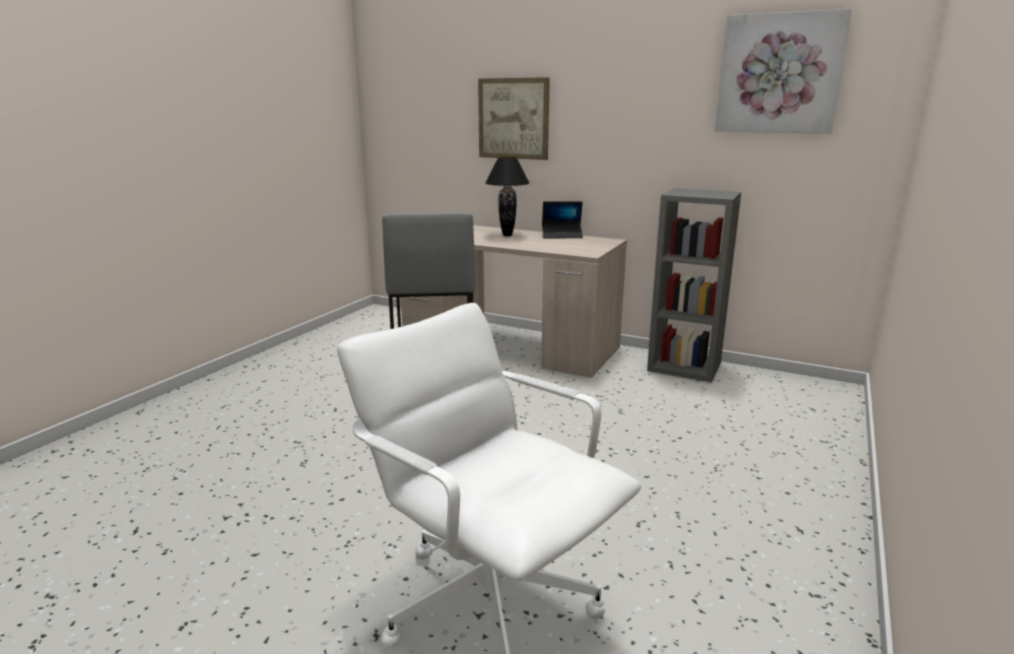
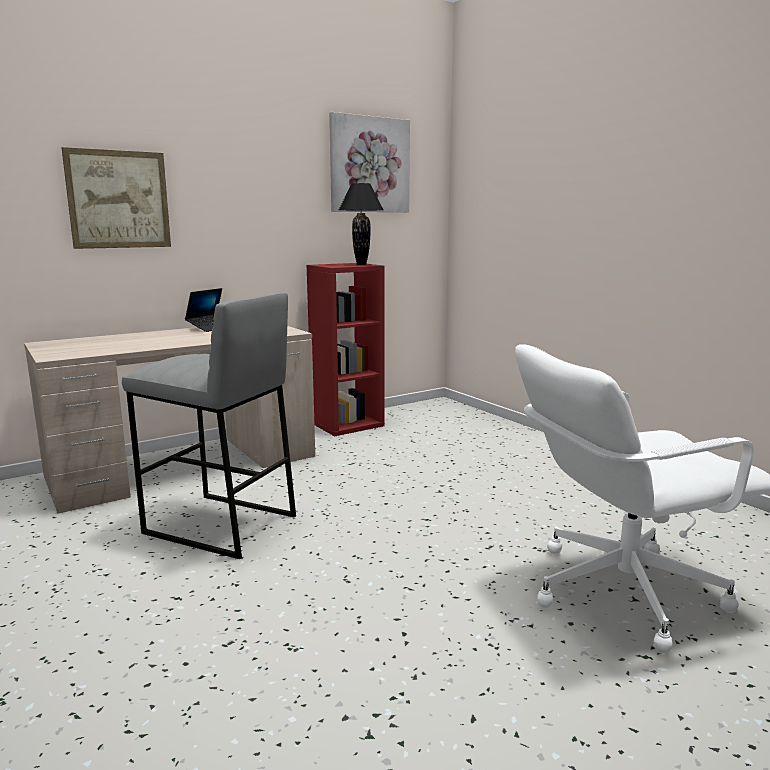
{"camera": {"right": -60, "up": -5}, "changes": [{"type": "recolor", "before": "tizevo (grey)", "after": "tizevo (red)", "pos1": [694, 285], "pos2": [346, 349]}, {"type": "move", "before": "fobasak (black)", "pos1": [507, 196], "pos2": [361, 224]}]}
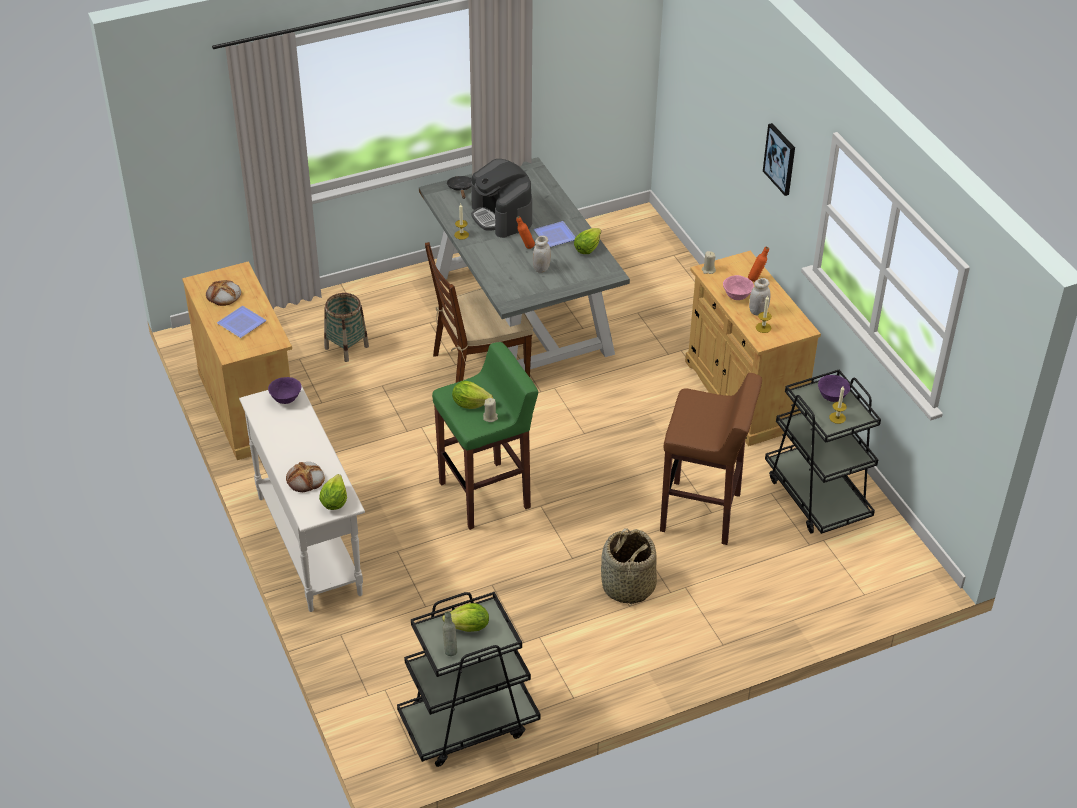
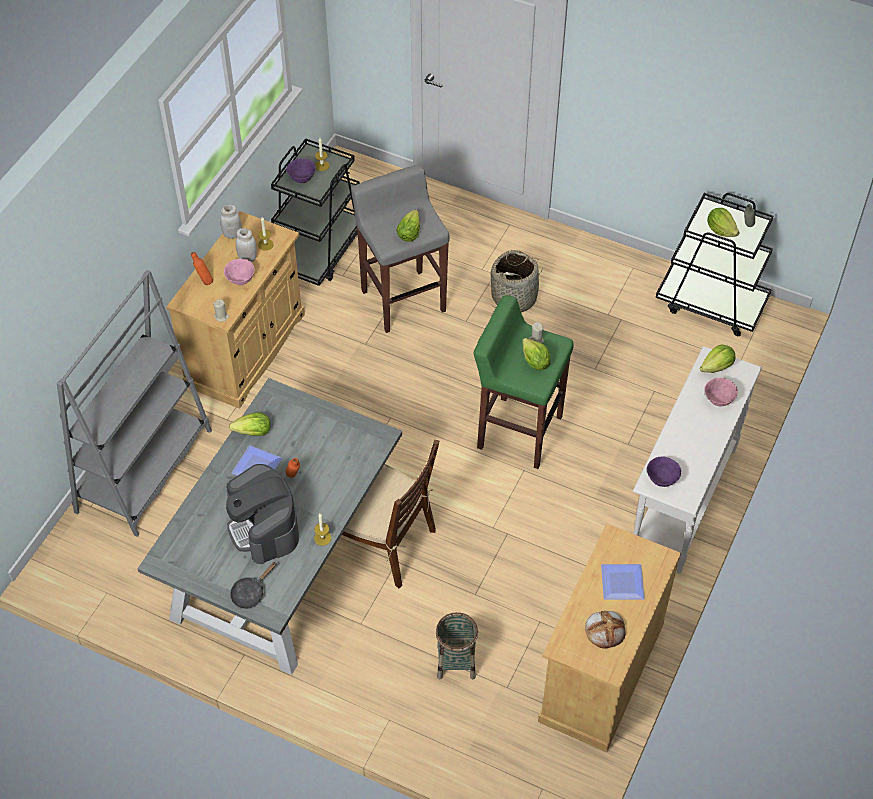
{"camera": {"right": -130, "up": 10}, "changes": [{"type": "insert", "after": "tizevo (grey)", "pos2": [134, 403]}, {"type": "move", "before": "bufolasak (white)", "pos1": [542, 254], "pos2": [231, 221]}, {"type": "rotate", "before": "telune", "pos1": [501, 198], "pos2": [262, 514], "turn": 135}, {"type": "recolor", "before": "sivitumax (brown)", "after": "sivitumax (grey)", "pos1": [711, 459], "pos2": [400, 249]}, {"type": "insert", "after": "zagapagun", "pos2": [408, 226]}, {"type": "replace", "before": "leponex", "after": "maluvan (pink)", "pos1": [305, 477], "pos2": [721, 392]}, {"type": "delete", "before": "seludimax", "pos1": [779, 159]}]}
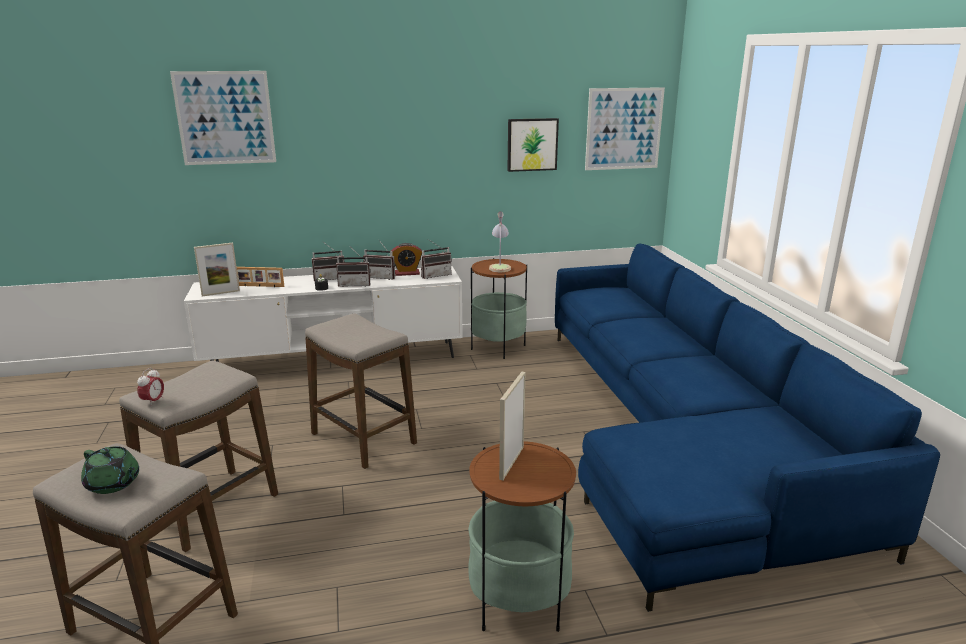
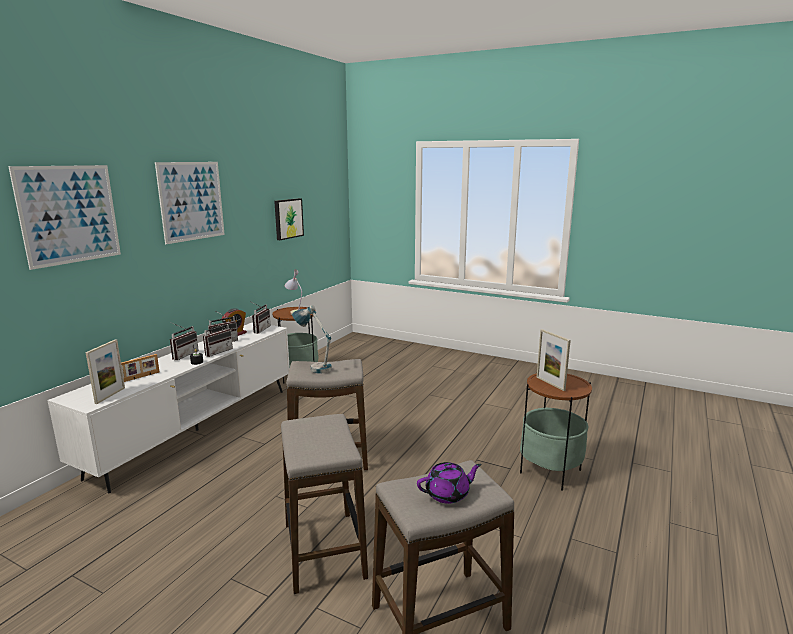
{"camera": {"right": -50, "up": -5}, "changes": [{"type": "move", "before": "seludimax", "pos1": [625, 128], "pos2": [190, 203]}, {"type": "insert", "after": "fobasak", "pos2": [312, 339]}, {"type": "recolor", "before": "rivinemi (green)", "after": "rivinemi (purple)", "pos1": [110, 470], "pos2": [449, 483]}, {"type": "delete", "before": "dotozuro", "pos1": [150, 386]}, {"type": "delete", "before": "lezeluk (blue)", "pos1": [747, 427]}]}
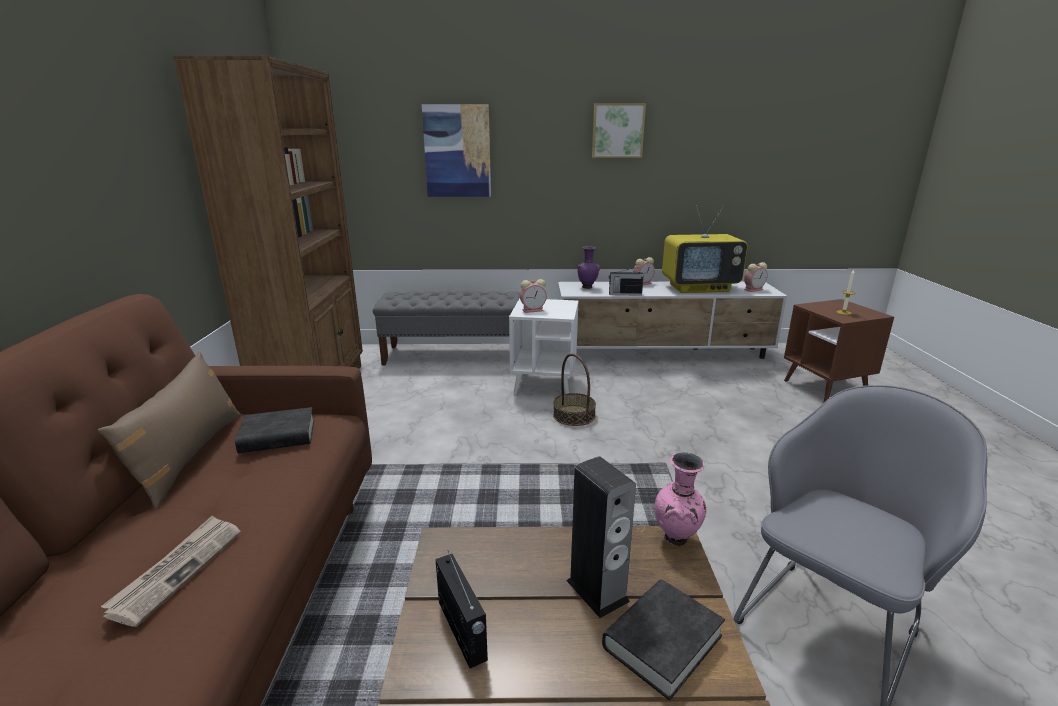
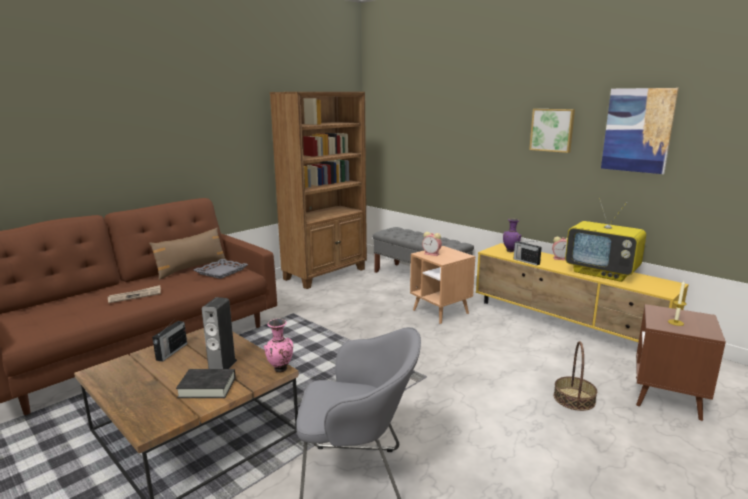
{"camera": {"right": 45, "up": -5}, "changes": [{"type": "replace", "before": "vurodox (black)", "after": "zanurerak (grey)", "pos1": [274, 430], "pos2": [221, 269]}, {"type": "recolor", "before": "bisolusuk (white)", "after": "bisolusuk (brown)", "pos1": [543, 346], "pos2": [442, 285]}, {"type": "recolor", "before": "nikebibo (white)", "after": "nikebibo (yellow)", "pos1": [672, 320], "pos2": [582, 292]}, {"type": "move", "before": "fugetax", "pos1": [574, 390], "pos2": [575, 376]}, {"type": "move", "before": "seludimax", "pos1": [456, 150], "pos2": [640, 131]}, {"type": "delete", "before": "dotozuro", "pos1": [756, 277]}]}
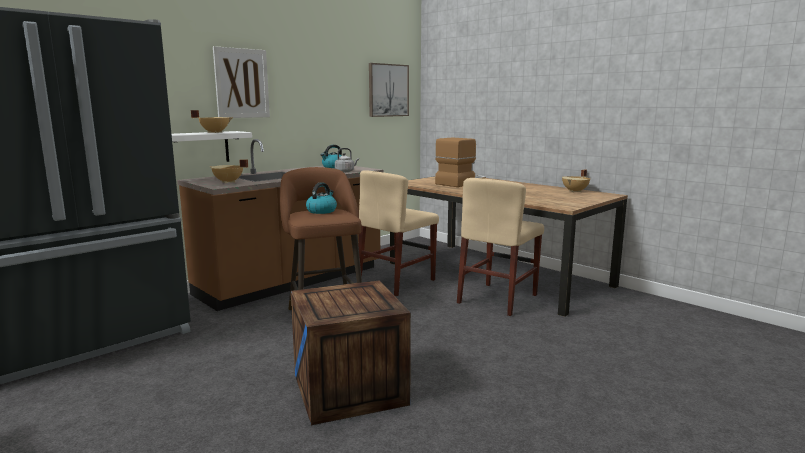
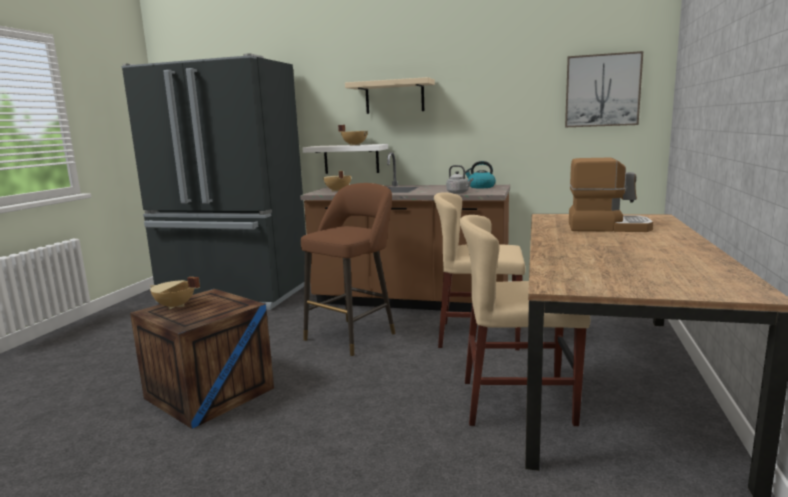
{"camera": {"right": 60, "up": 0}, "changes": [{"type": "move", "before": "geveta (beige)", "pos1": [576, 180], "pos2": [175, 293]}, {"type": "replace", "before": "seludimax", "after": "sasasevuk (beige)", "pos1": [241, 82], "pos2": [390, 95]}, {"type": "delete", "before": "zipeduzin", "pos1": [321, 198]}]}
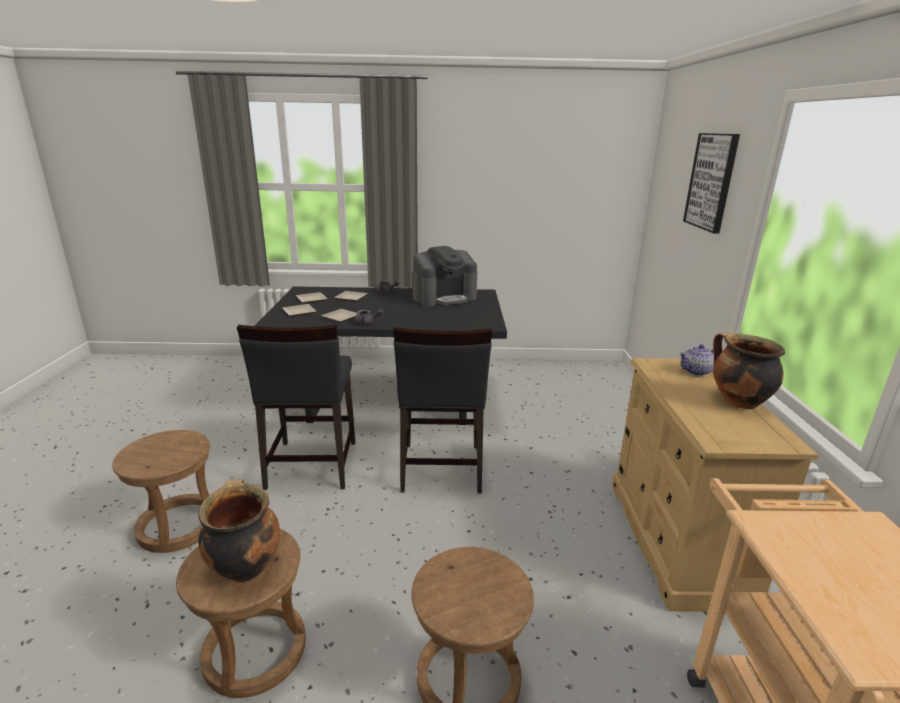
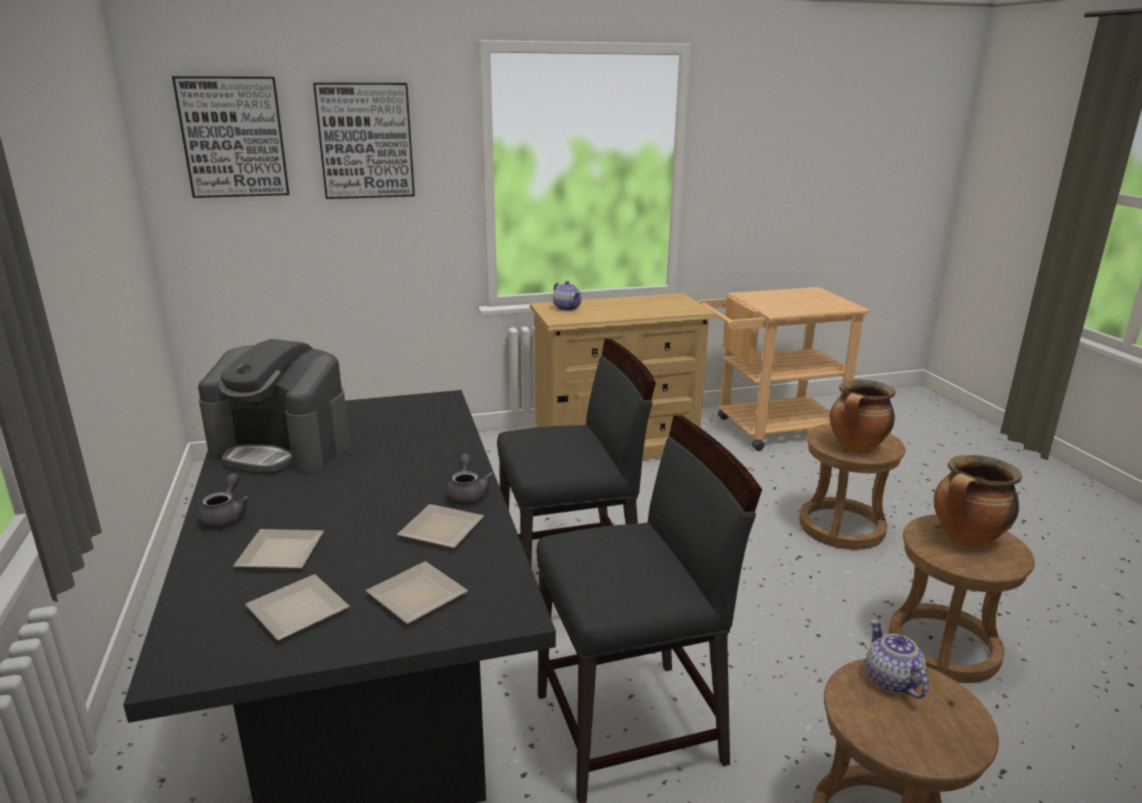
{"camera": {"right": -105, "up": 0}, "changes": [{"type": "insert", "after": "seludimax", "pos2": [230, 137]}, {"type": "rotate", "before": "telune", "pos1": [445, 276], "pos2": [274, 406], "turn": 150}, {"type": "move", "before": "geveta", "pos1": [749, 370], "pos2": [862, 416]}, {"type": "insert", "after": "rivinemi", "pos2": [897, 659]}]}
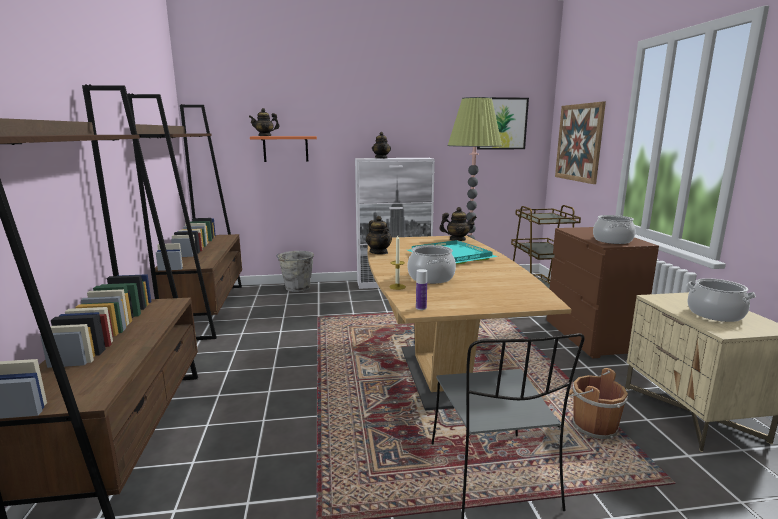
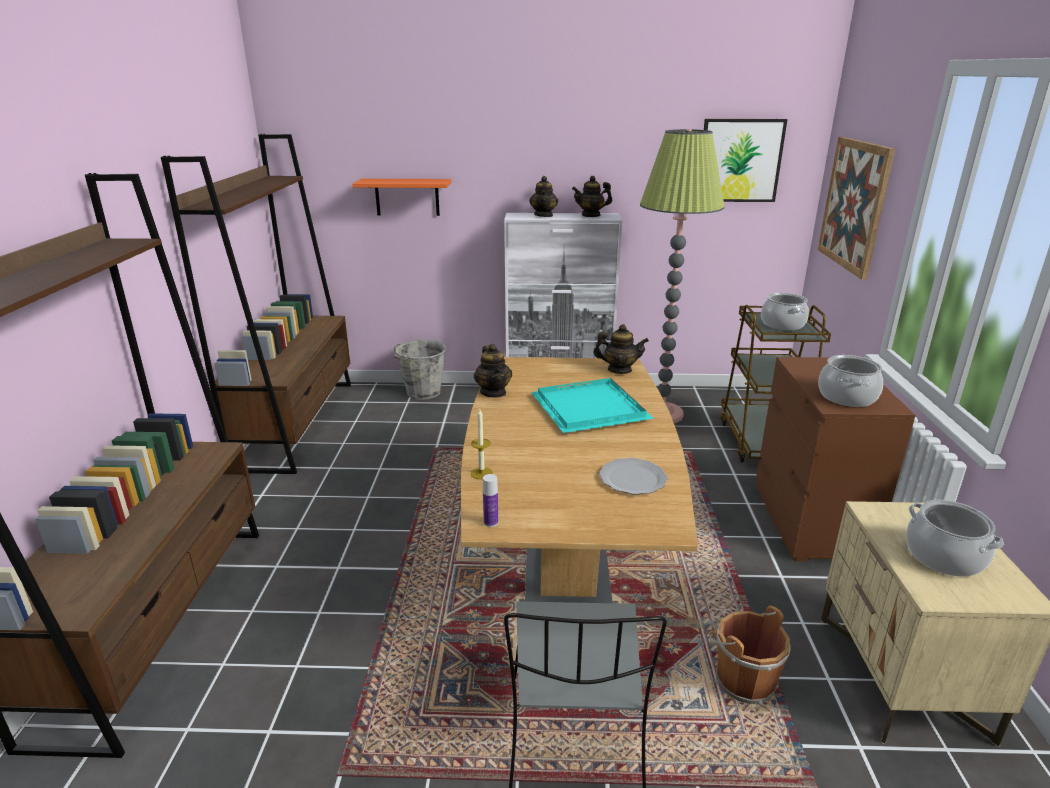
{"camera": {"right": 10, "up": 10}, "changes": [{"type": "move", "before": "rivinemi", "pos1": [264, 122], "pos2": [592, 196]}, {"type": "insert", "after": "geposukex", "pos2": [633, 476]}, {"type": "move", "before": "geveta", "pos1": [432, 264], "pos2": [785, 311]}]}
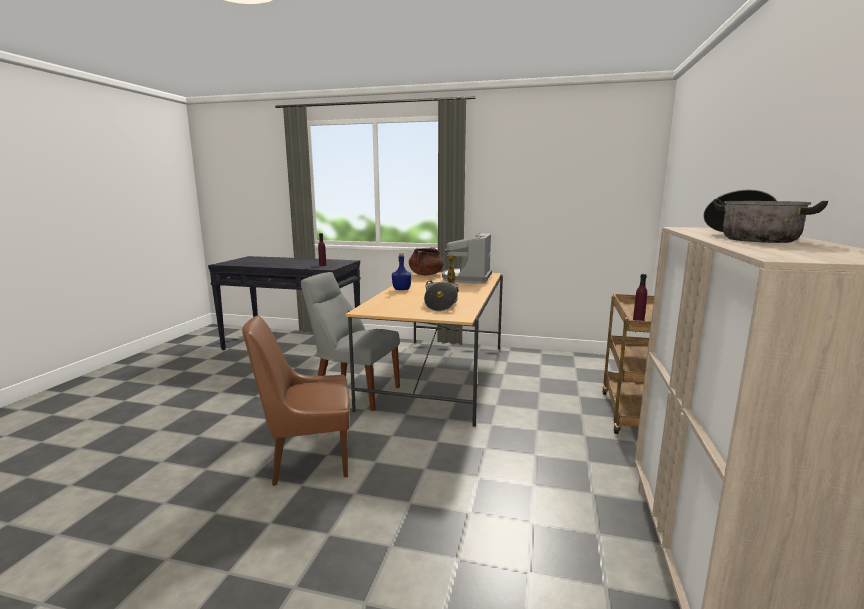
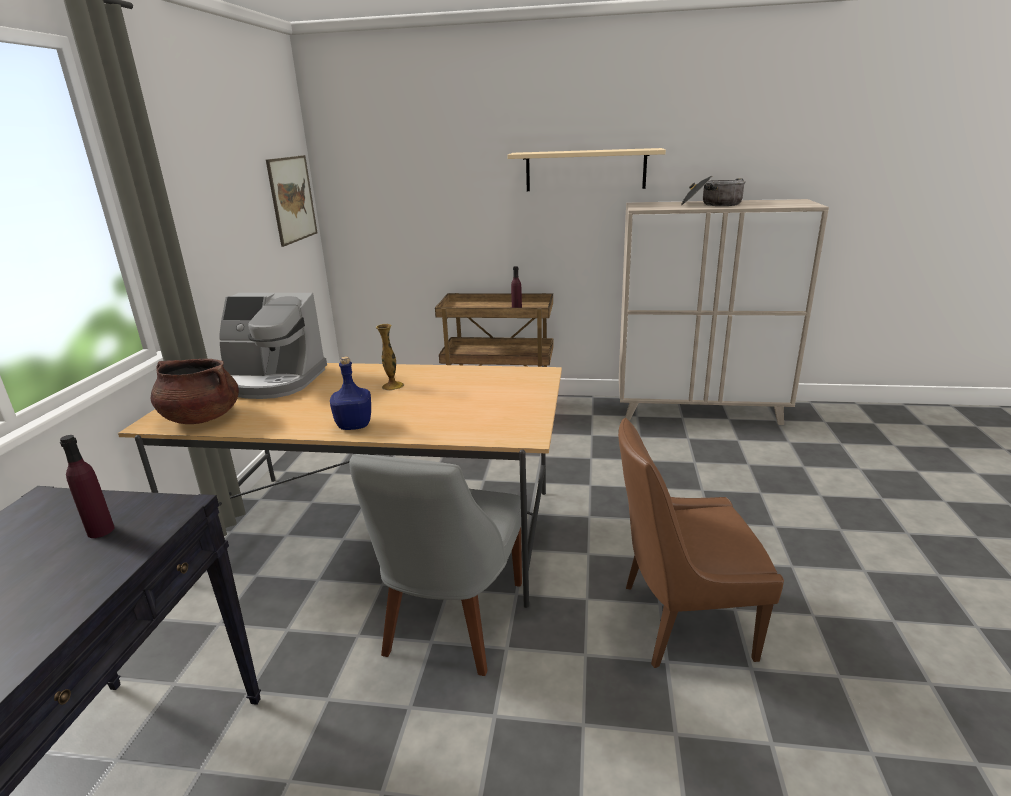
{"camera": {"right": -95, "up": 10}, "changes": [{"type": "insert", "after": "seludimax", "pos2": [291, 201]}, {"type": "insert", "after": "sasasevuk (beige)", "pos2": [586, 169]}, {"type": "rotate", "before": "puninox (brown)", "pos1": [296, 400], "pos2": [701, 543], "turn": 105}, {"type": "delete", "before": "geveta", "pos1": [441, 296]}]}
